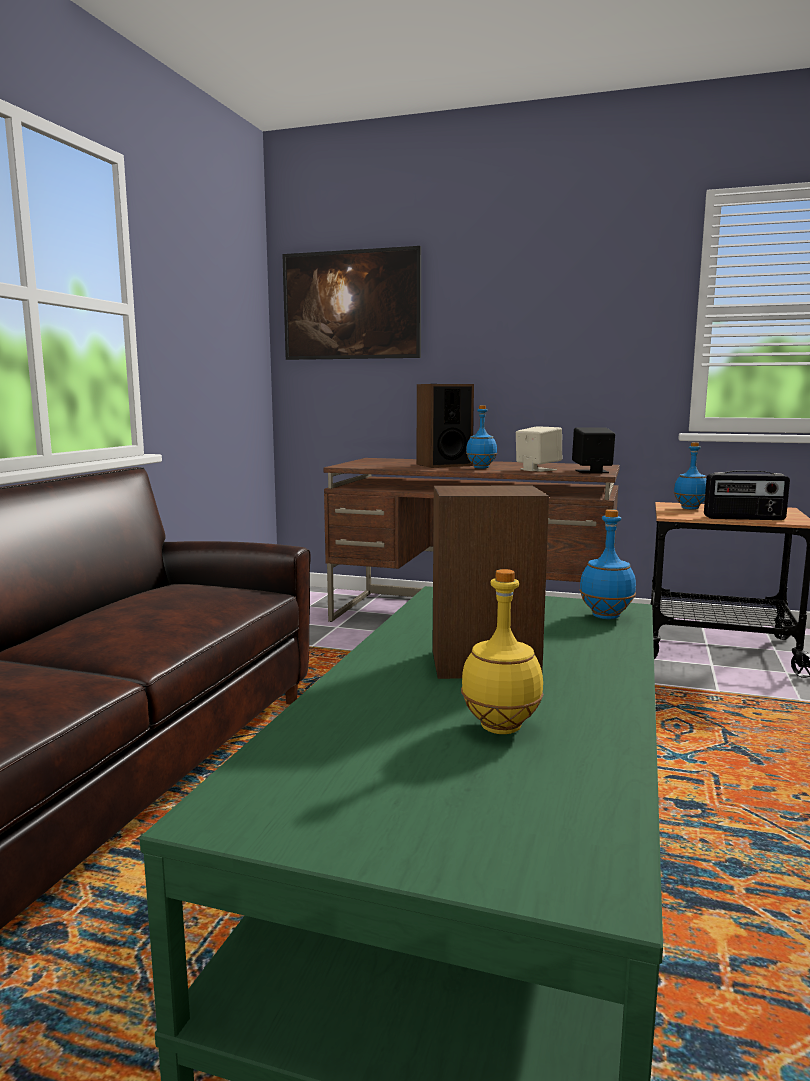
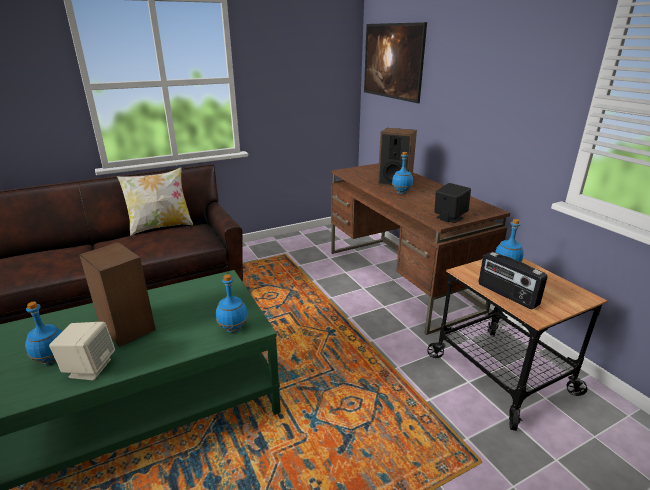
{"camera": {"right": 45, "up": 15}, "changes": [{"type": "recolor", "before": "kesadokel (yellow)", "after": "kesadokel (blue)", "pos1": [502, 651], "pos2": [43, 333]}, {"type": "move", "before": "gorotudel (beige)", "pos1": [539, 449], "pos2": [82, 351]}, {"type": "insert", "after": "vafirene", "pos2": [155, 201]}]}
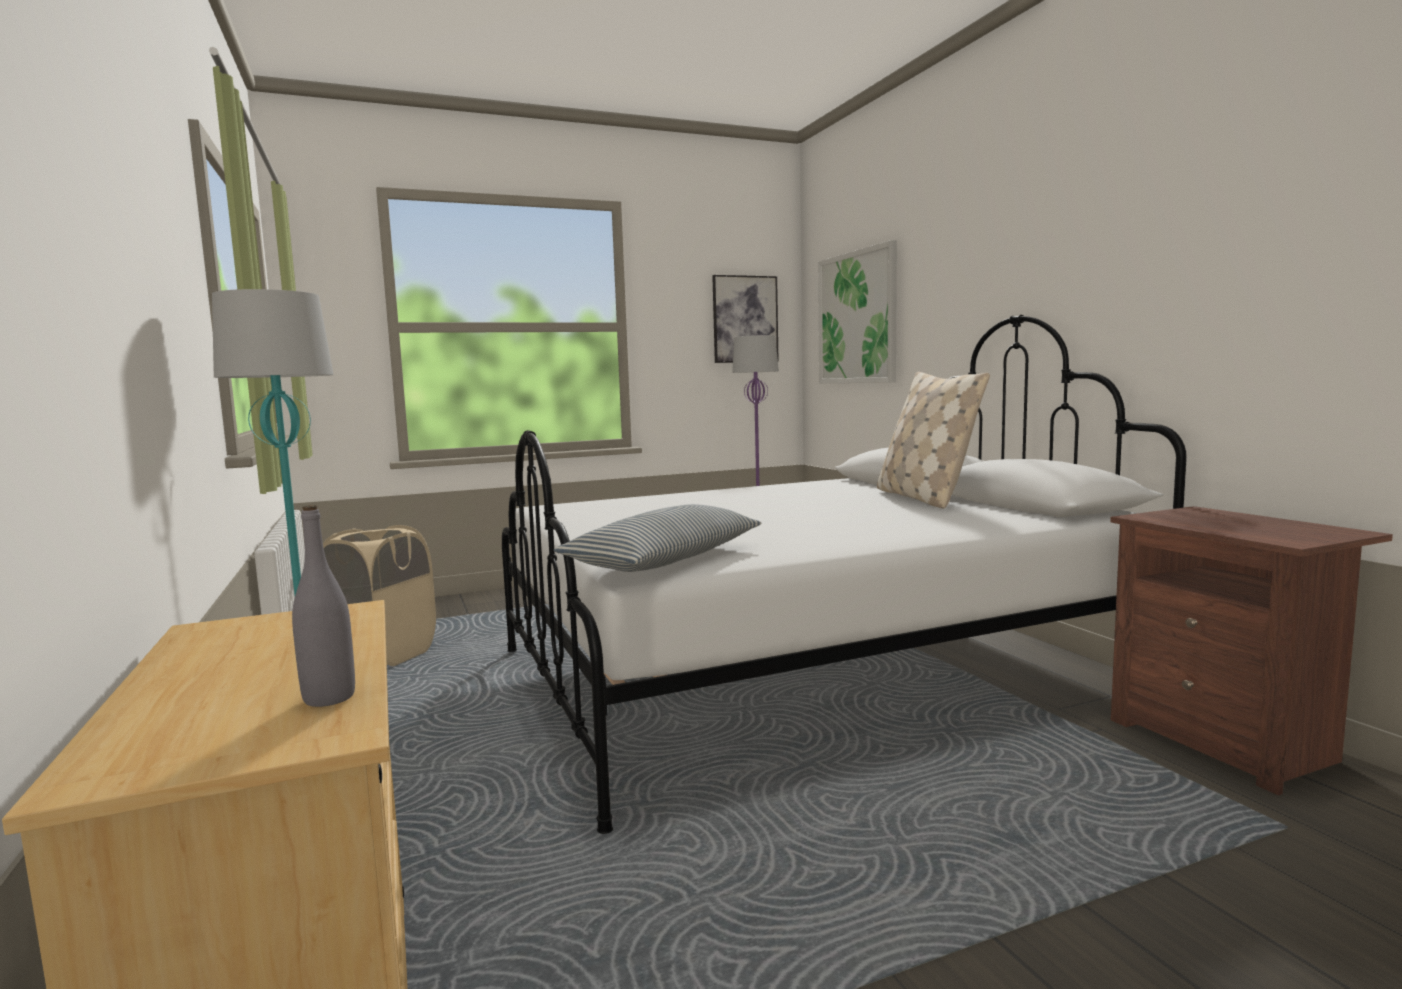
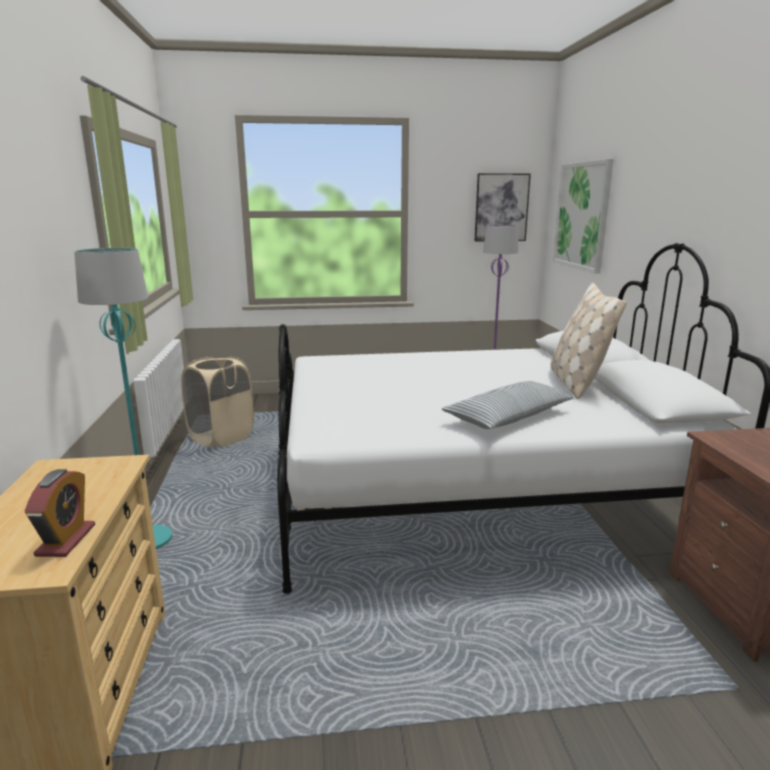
{"camera": {"right": 15, "up": 10}, "changes": [{"type": "replace", "before": "kesadokel (grey)", "after": "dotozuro", "pos1": [323, 606], "pos2": [60, 513]}, {"type": "move", "before": "vafirene", "pos1": [657, 538], "pos2": [508, 405]}]}
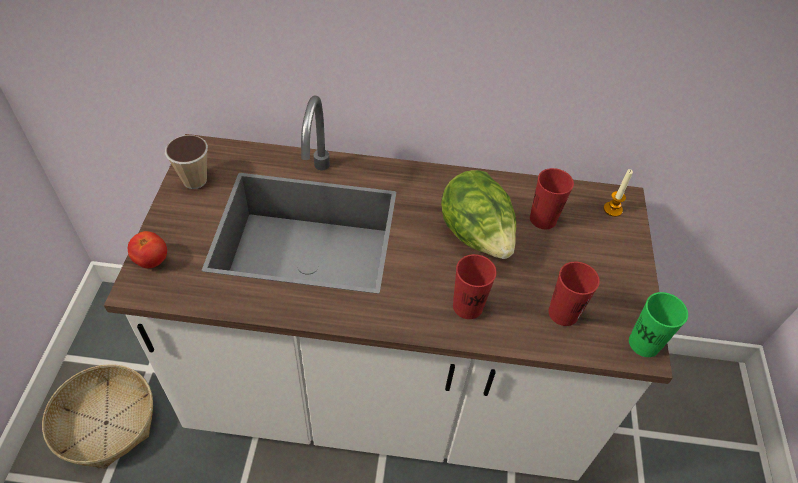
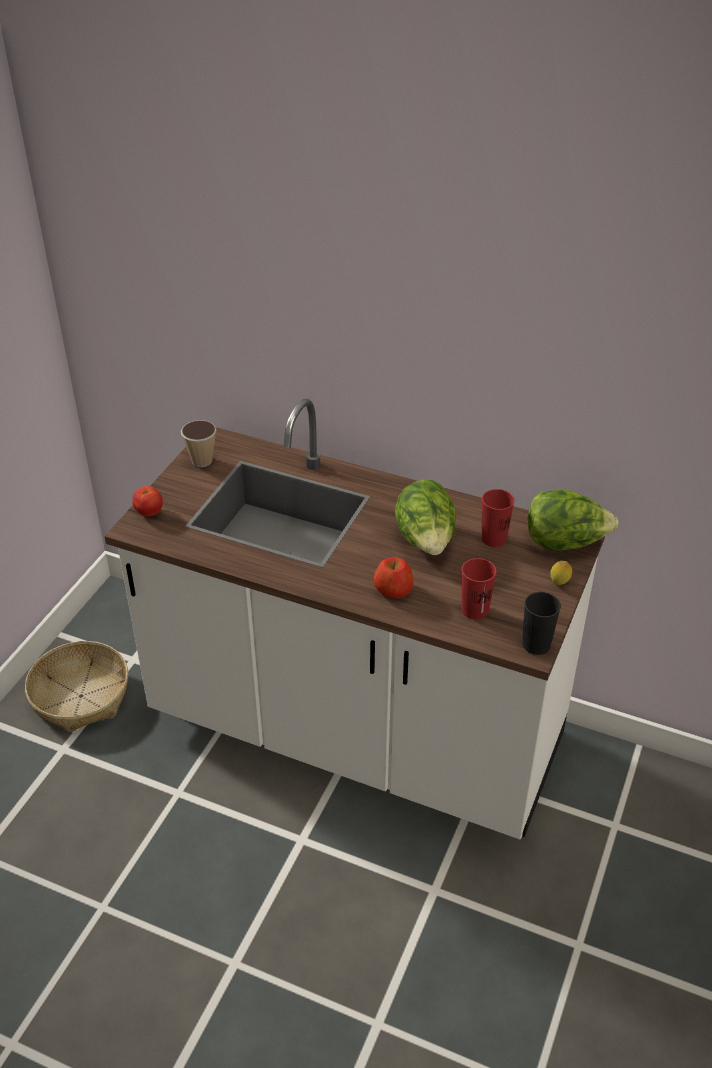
{"camera": {"right": 20, "up": -10}, "changes": [{"type": "replace", "before": "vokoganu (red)", "after": "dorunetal", "pos1": [475, 286], "pos2": [393, 578]}, {"type": "recolor", "before": "vokoganu (green)", "after": "vokoganu (black)", "pos1": [658, 324], "pos2": [541, 623]}, {"type": "replace", "before": "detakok", "after": "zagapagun", "pos1": [618, 193], "pos2": [573, 520]}, {"type": "insert", "after": "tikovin", "pos2": [561, 573]}]}
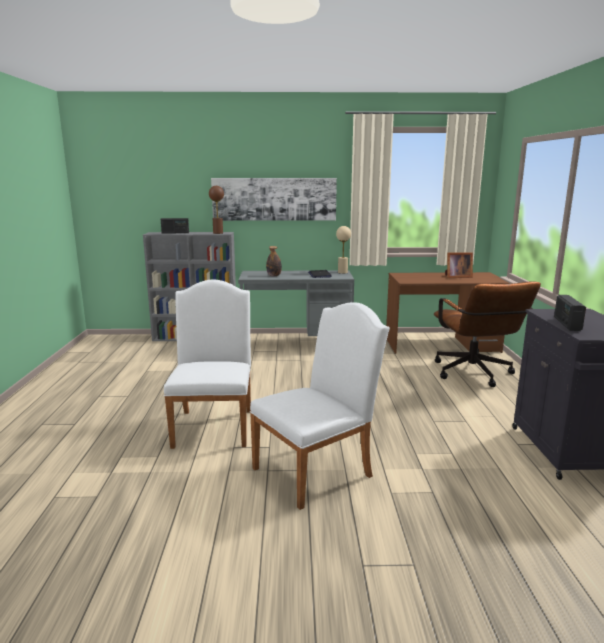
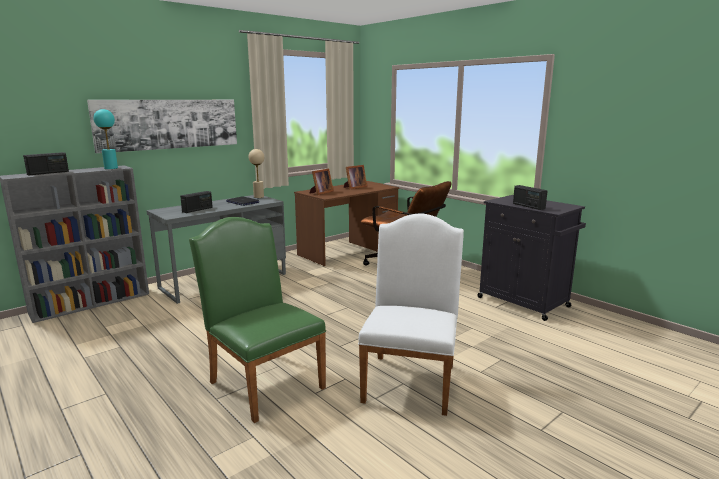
{"camera": {"right": -40, "up": 0}, "changes": [{"type": "recolor", "before": "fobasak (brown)", "after": "fobasak (turquoise)", "pos1": [216, 210], "pos2": [105, 139]}, {"type": "replace", "before": "kesadokel", "after": "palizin", "pos1": [274, 261], "pos2": [196, 202]}, {"type": "recolor", "before": "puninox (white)", "after": "puninox (green)", "pos1": [207, 364], "pos2": [257, 320]}, {"type": "insert", "after": "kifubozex", "pos2": [322, 181]}]}
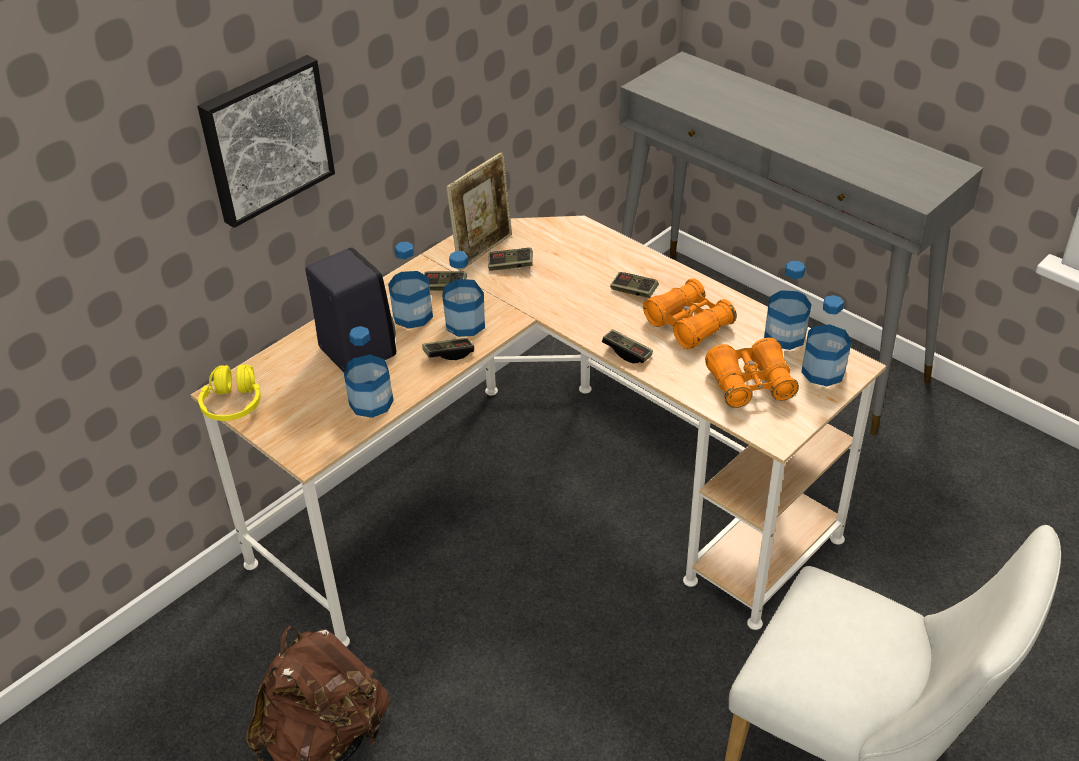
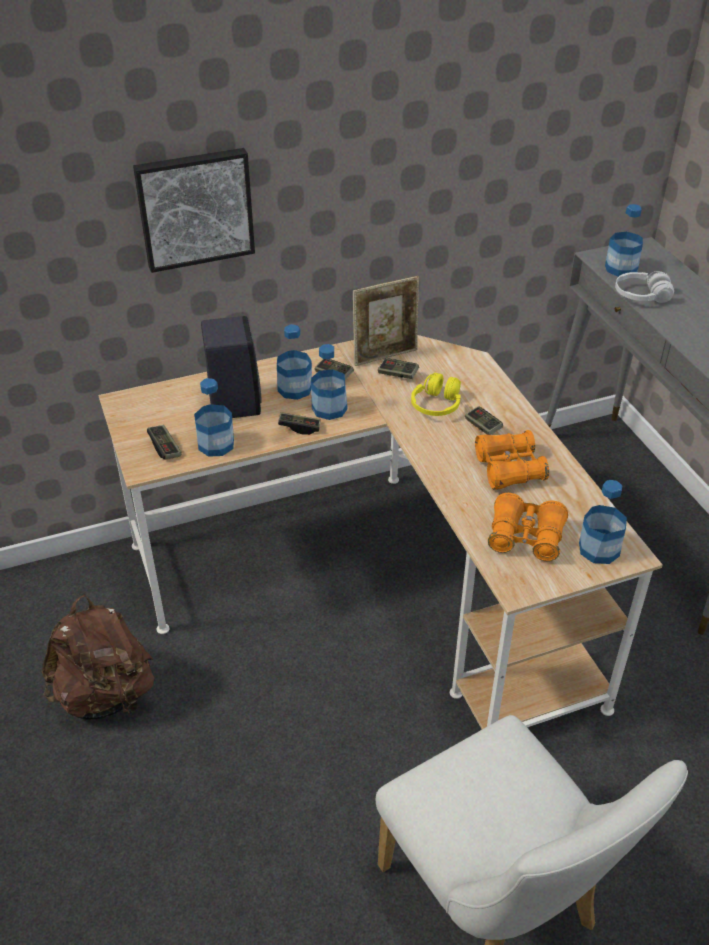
{"camera": {"right": 25, "up": 0}, "changes": [{"type": "move", "before": "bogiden", "pos1": [627, 346], "pos2": [164, 442]}, {"type": "move", "before": "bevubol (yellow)", "pos1": [229, 392], "pos2": [436, 394]}, {"type": "move", "before": "kesadokel", "pos1": [788, 305], "pos2": [624, 240]}, {"type": "insert", "after": "bevubol (white)", "pos2": [644, 287]}]}
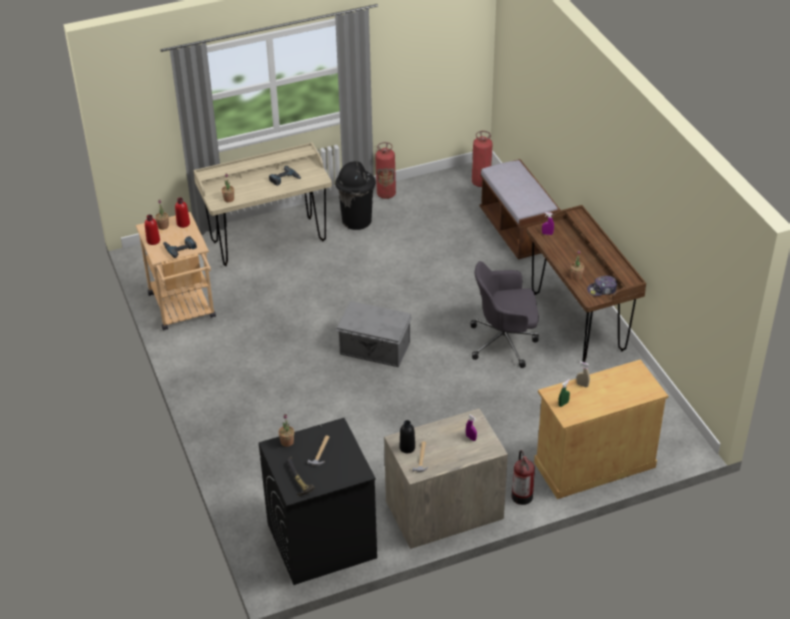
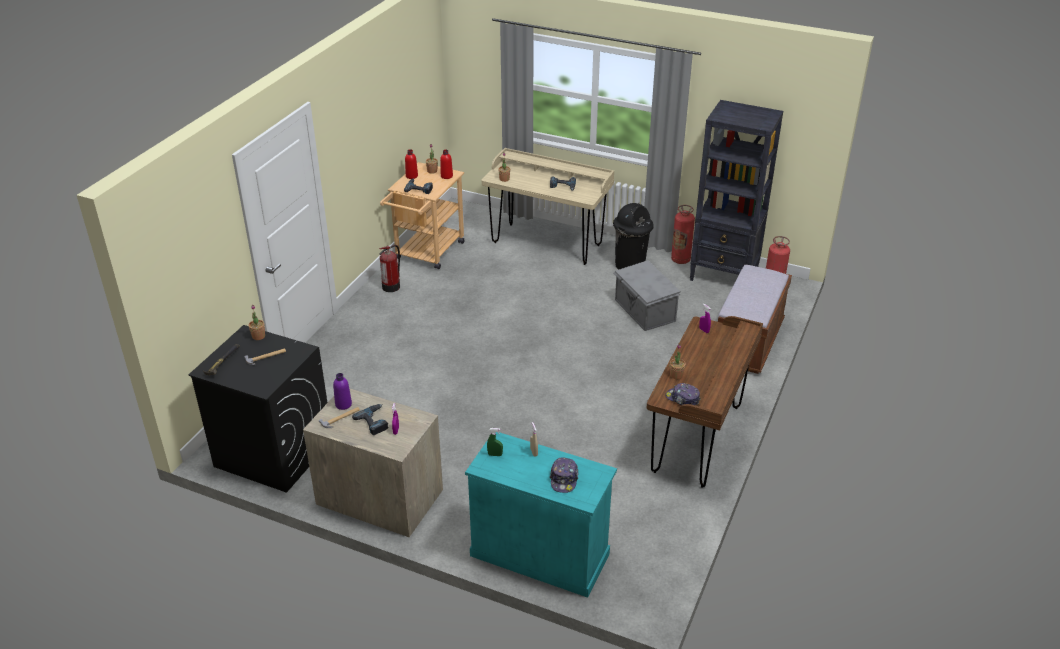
{"camera": {"right": 45, "up": -5}, "changes": [{"type": "recolor", "before": "kesadokel (black)", "after": "kesadokel (purple)", "pos1": [407, 436], "pos2": [342, 391]}, {"type": "insert", "after": "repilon", "pos2": [370, 419]}, {"type": "move", "before": "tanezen", "pos1": [523, 477], "pos2": [389, 268]}, {"type": "recolor", "before": "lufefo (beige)", "after": "lufefo (turquoise)", "pos1": [601, 429], "pos2": [541, 515]}, {"type": "insert", "after": "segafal", "pos2": [564, 475]}, {"type": "move", "before": "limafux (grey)", "pos1": [374, 334], "pos2": [647, 295]}, {"type": "insert", "after": "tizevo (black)", "pos2": [736, 190]}, {"type": "delete", "before": "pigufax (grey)", "pos1": [505, 314]}]}
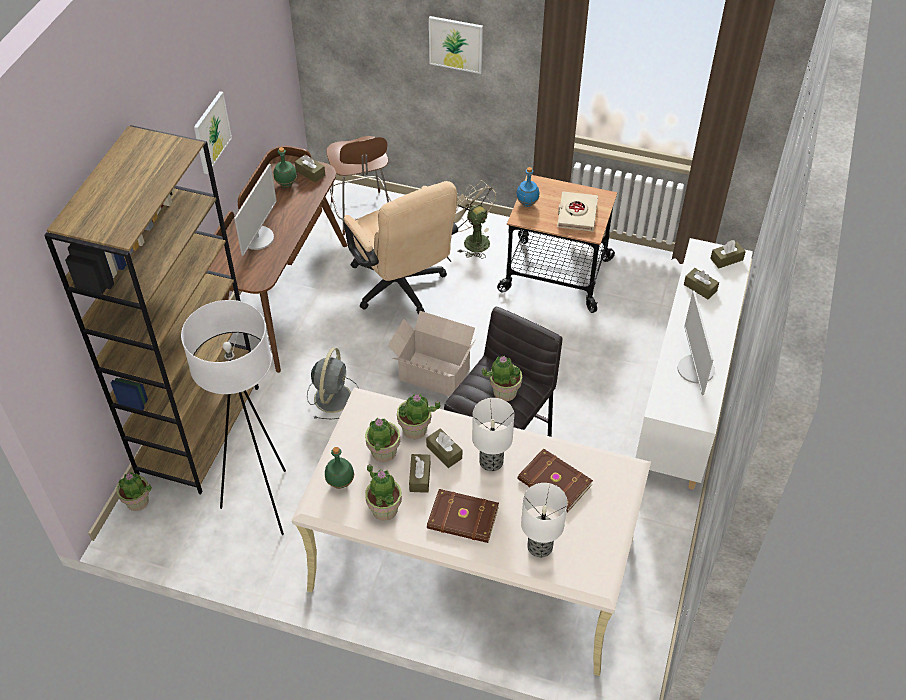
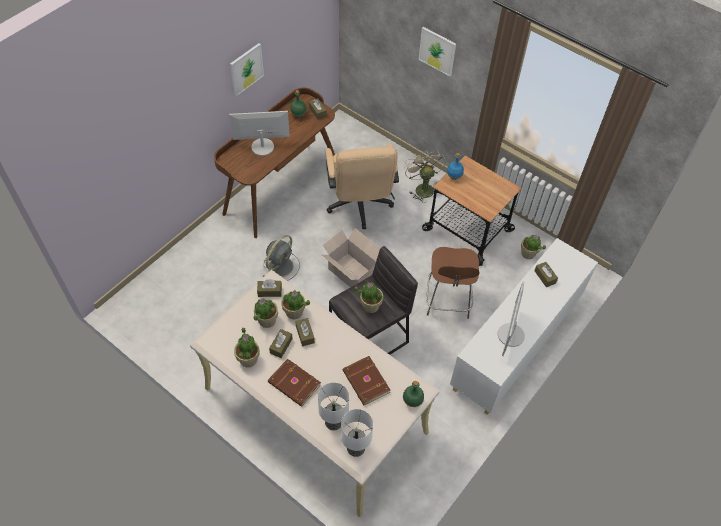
{"camera": {"right": 20, "up": 5}, "changes": [{"type": "rotate", "before": "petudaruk", "pos1": [255, 210], "pos2": [259, 133], "turn": -135}, {"type": "move", "before": "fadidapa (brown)", "pos1": [728, 254], "pos2": [269, 288]}, {"type": "move", "before": "fobasak", "pos1": [493, 434], "pos2": [357, 433]}, {"type": "move", "before": "kesadokel (green)", "pos1": [339, 468], "pos2": [413, 394]}, {"type": "move", "before": "puninox (brown)", "pos1": [359, 185], "pos2": [453, 283]}, {"type": "move", "before": "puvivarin", "pos1": [134, 491], "pos2": [533, 247]}, {"type": "delete", "before": "tizevo (brown)", "pos1": [151, 309]}, {"type": "delete", "before": "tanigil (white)", "pos1": [233, 417]}, {"type": "delete", "before": "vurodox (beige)", "pos1": [577, 211]}]}
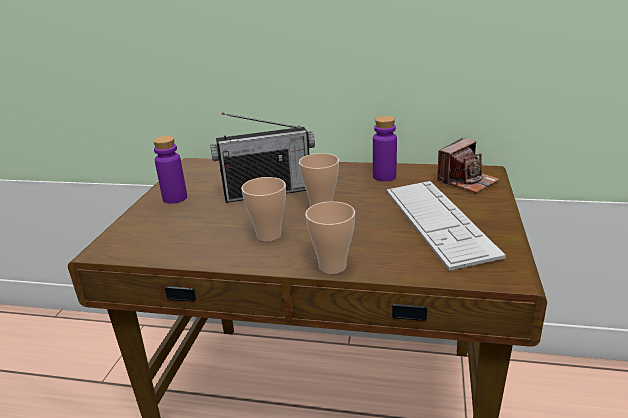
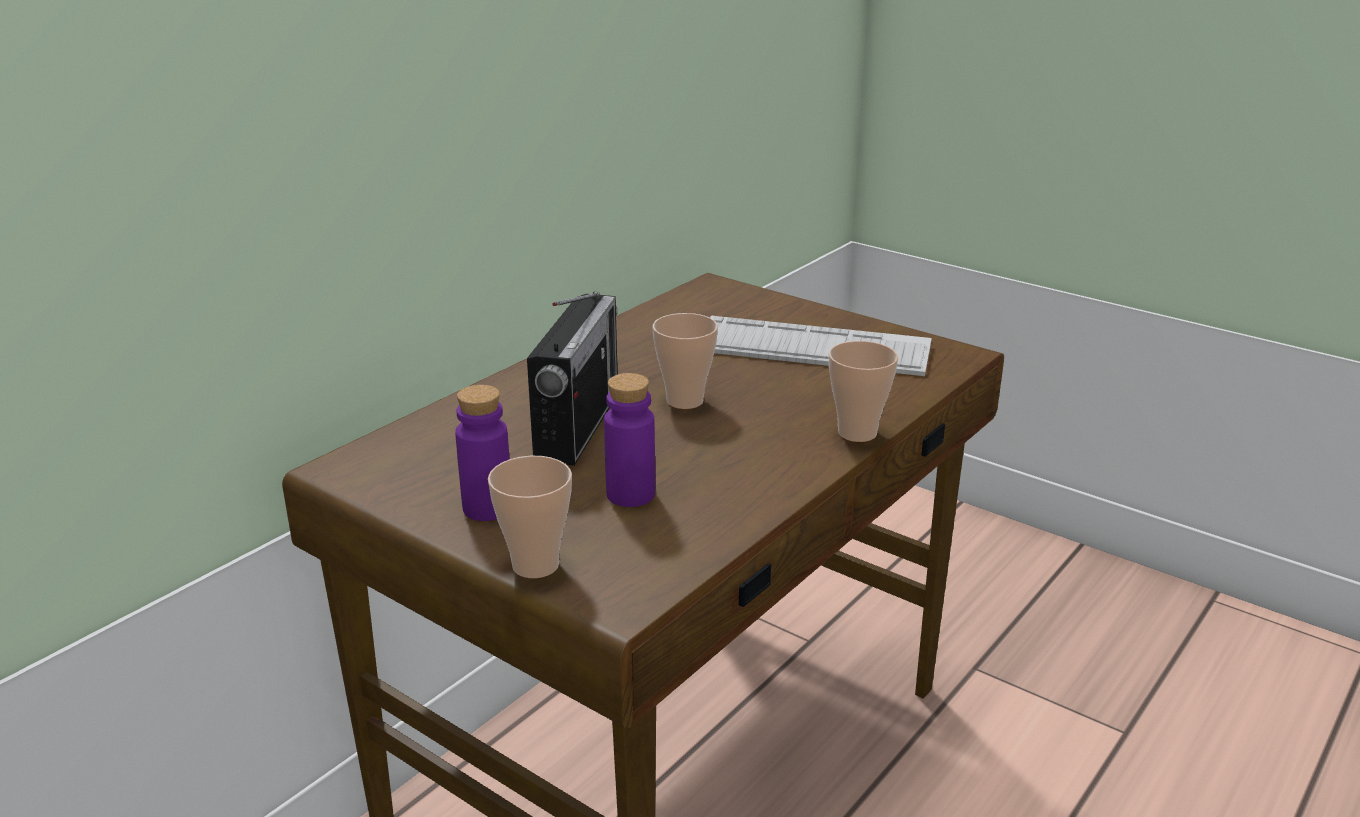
{"camera": {"right": -65, "up": 0}, "changes": [{"type": "move", "before": "vokoganu", "pos1": [263, 209], "pos2": [530, 517]}, {"type": "move", "before": "kesadokel (purple)", "pos1": [385, 148], "pos2": [629, 440]}, {"type": "delete", "before": "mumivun", "pos1": [468, 165]}]}
